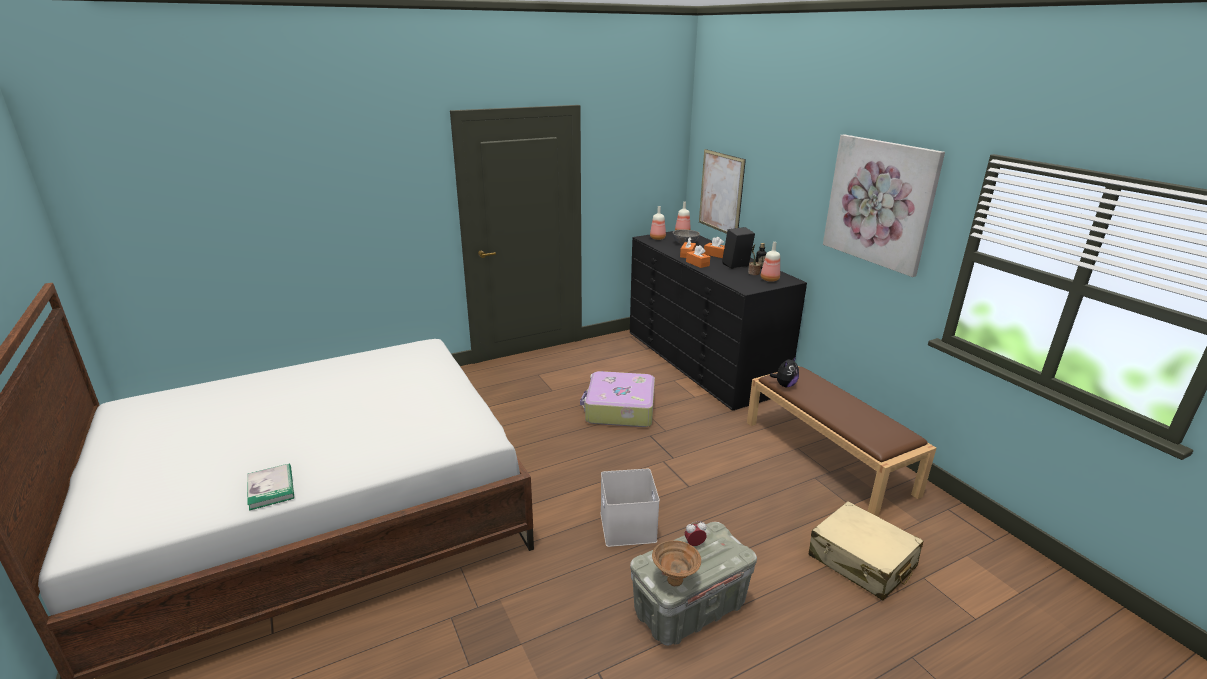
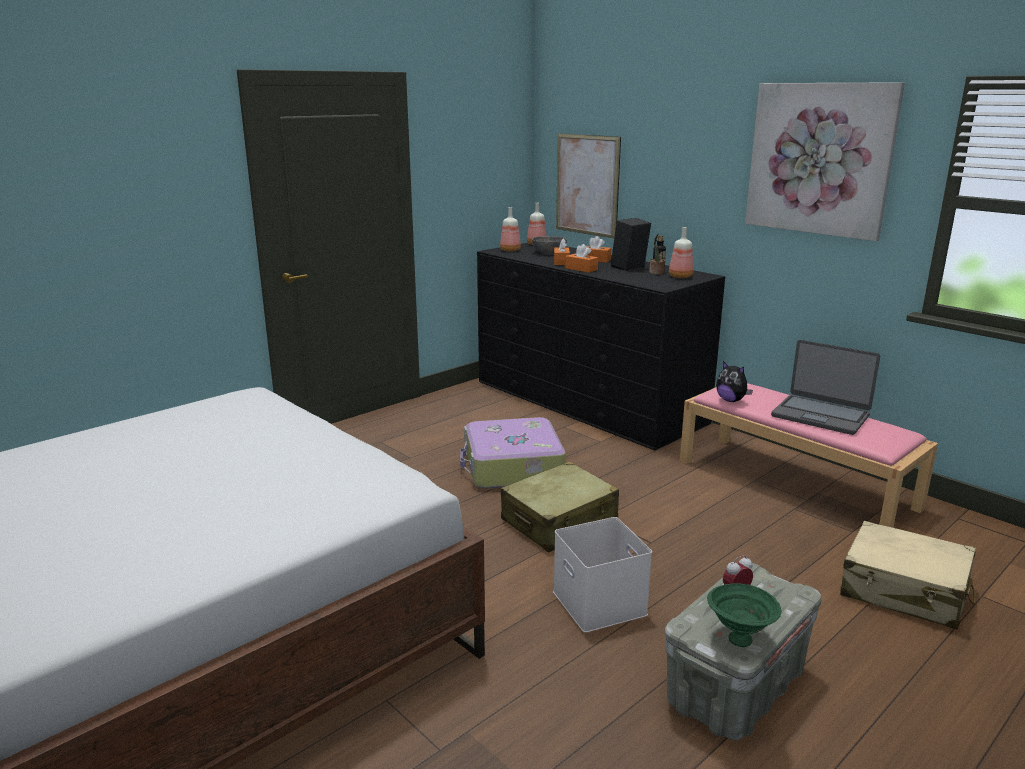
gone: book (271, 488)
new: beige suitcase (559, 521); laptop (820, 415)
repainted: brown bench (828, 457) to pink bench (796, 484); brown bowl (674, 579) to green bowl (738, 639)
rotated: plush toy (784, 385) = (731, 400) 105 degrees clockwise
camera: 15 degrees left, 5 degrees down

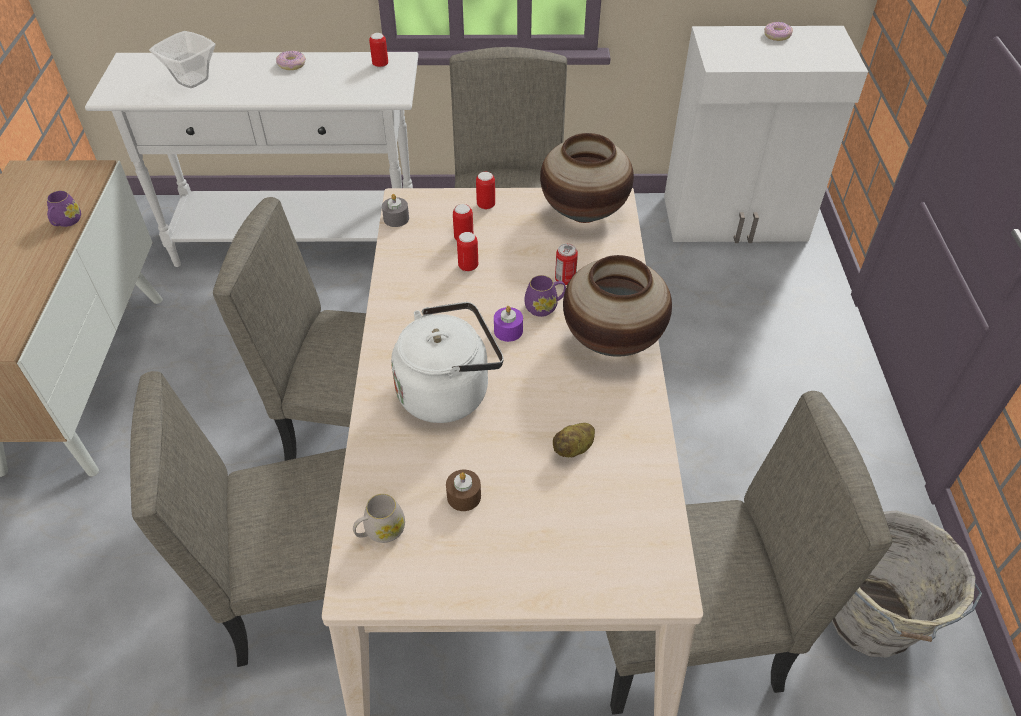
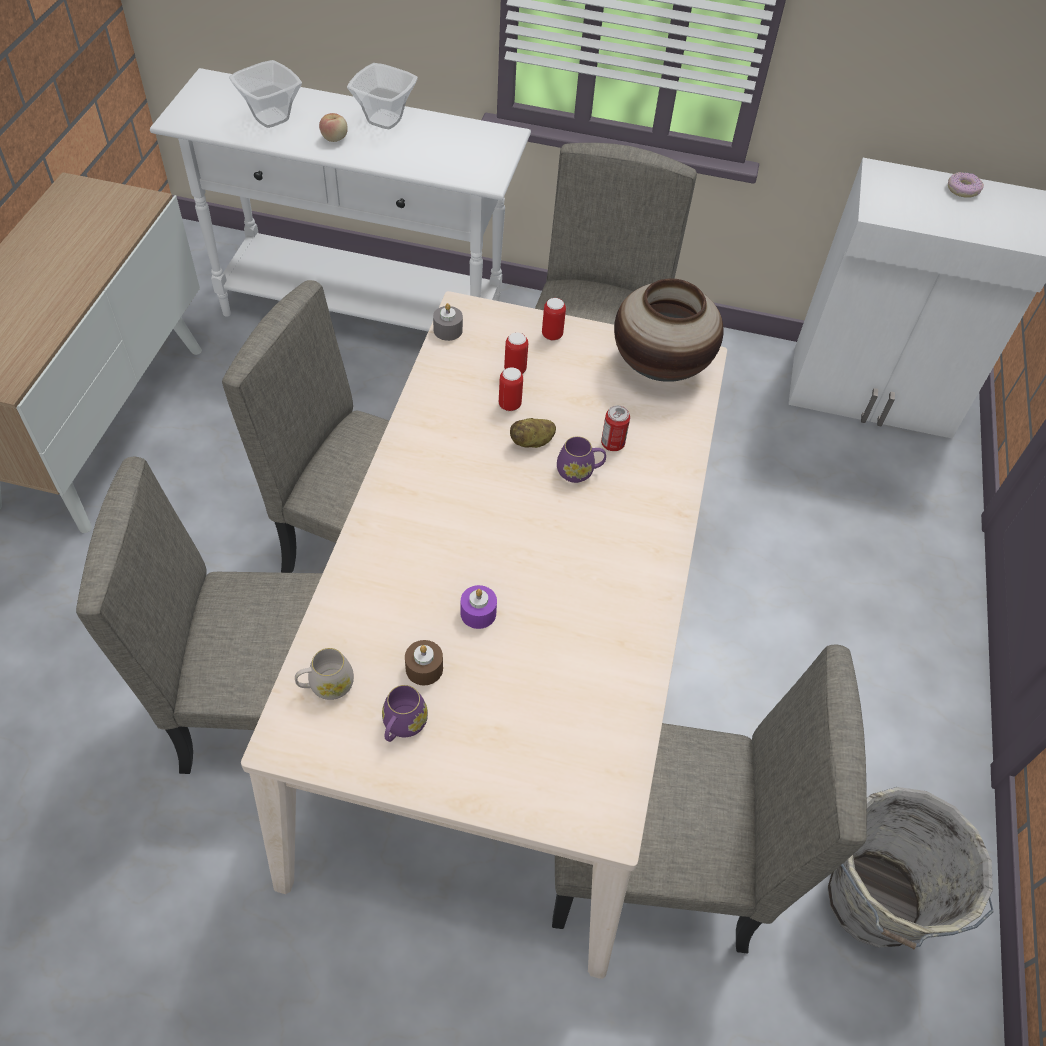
gone: can (380, 64); white kettle (448, 391); vase (612, 340)
new: apple (335, 138)
shifted: purple mug (66, 222) to (402, 725); purple candle (508, 331) to (478, 613); potato (574, 448) to (532, 442)
swapped: donut (292, 64) to bowl (384, 119)
camera: 10 degrees right, 5 degrees up

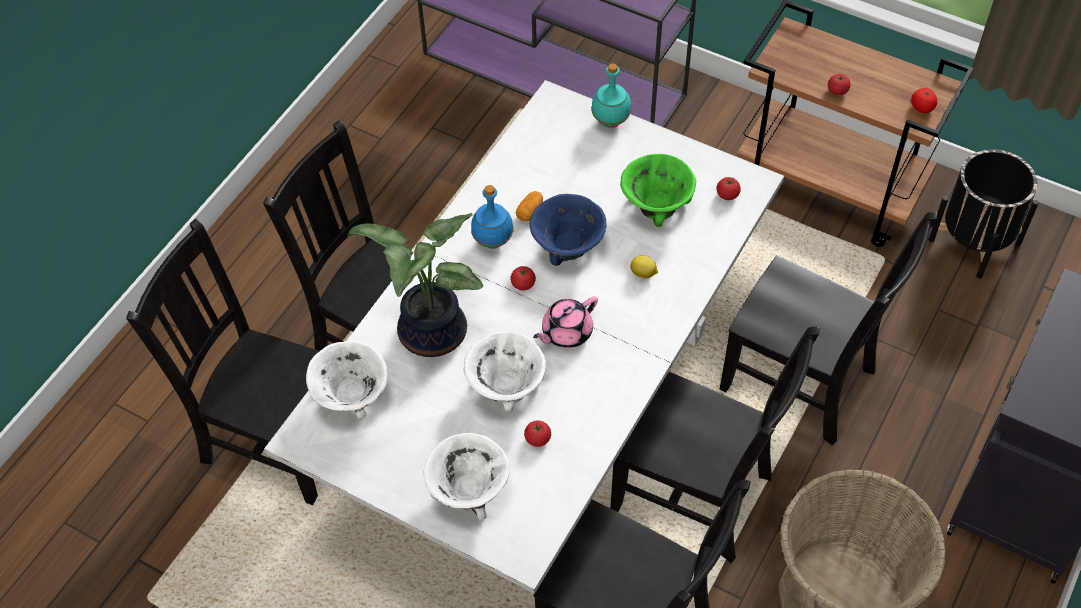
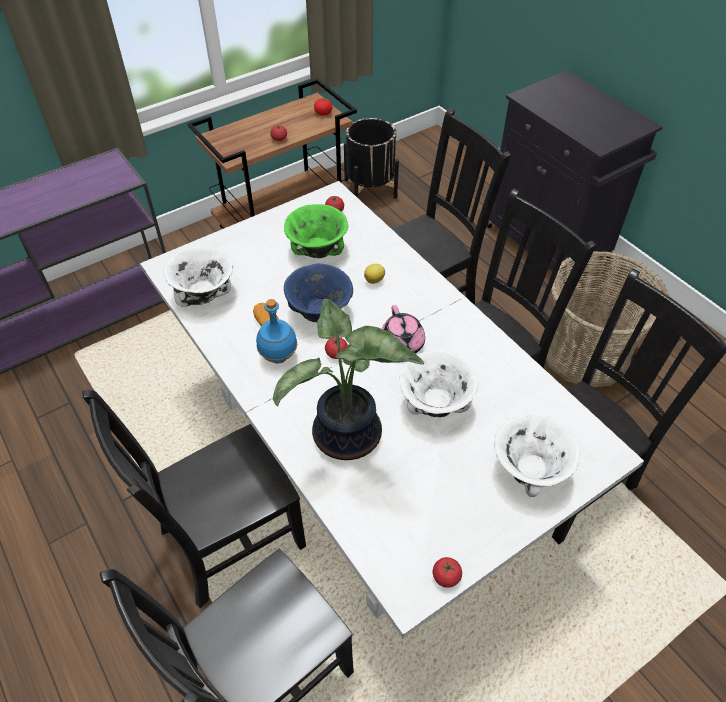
gone: turquoise bottle (610, 121)
shifted: white bowl (350, 397) to (203, 294); tomato (537, 439) to (446, 577)
camera: 65 degrees left, 5 degrees down

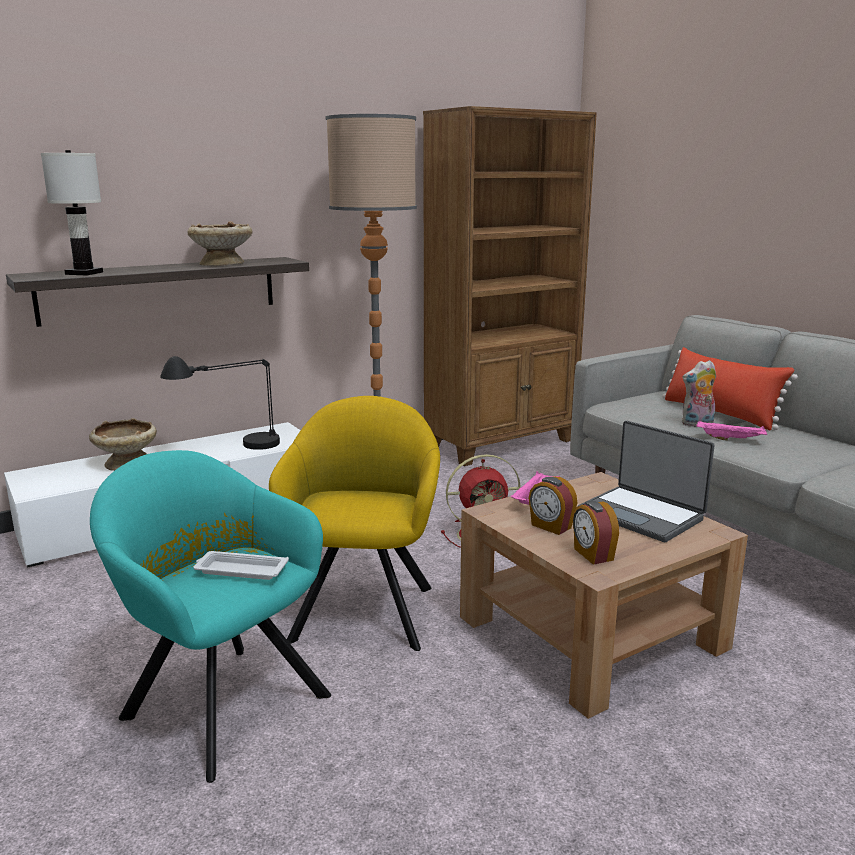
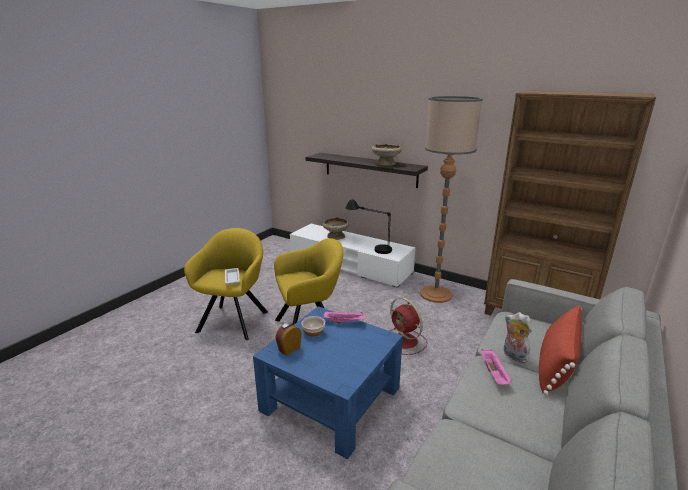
gone: white table lamp (84, 273); laptop (642, 515)
swapped: alarm clock (550, 527) to bowl (313, 332)
repainted: turquoise armchair (220, 701) to yellow armchair (235, 319); brown coffee table (591, 632) to blue coffee table (331, 399)
camera: 65 degrees right, 5 degrees up

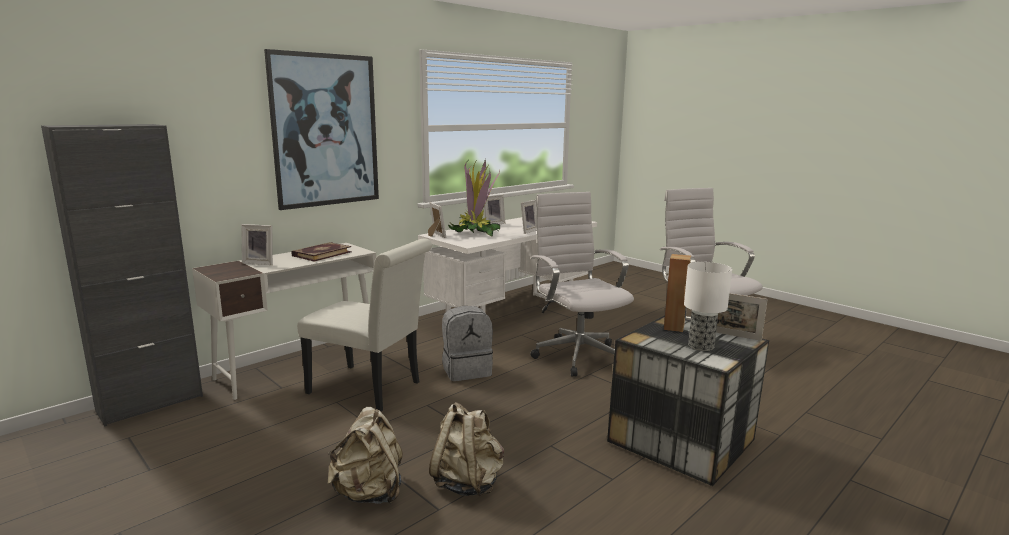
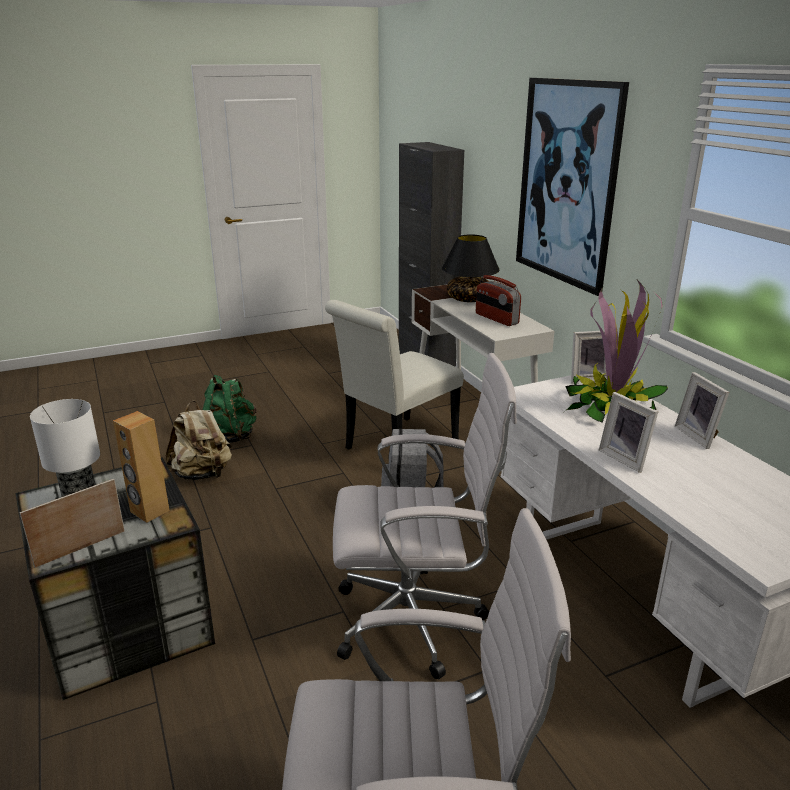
swapped: picture frame (260, 262) to black table lamp (469, 299); book (321, 254) to radio (496, 319)
repainted: beige backpack (369, 493) to green backpack (230, 436)
camera: 110 degrees right, 10 degrees up

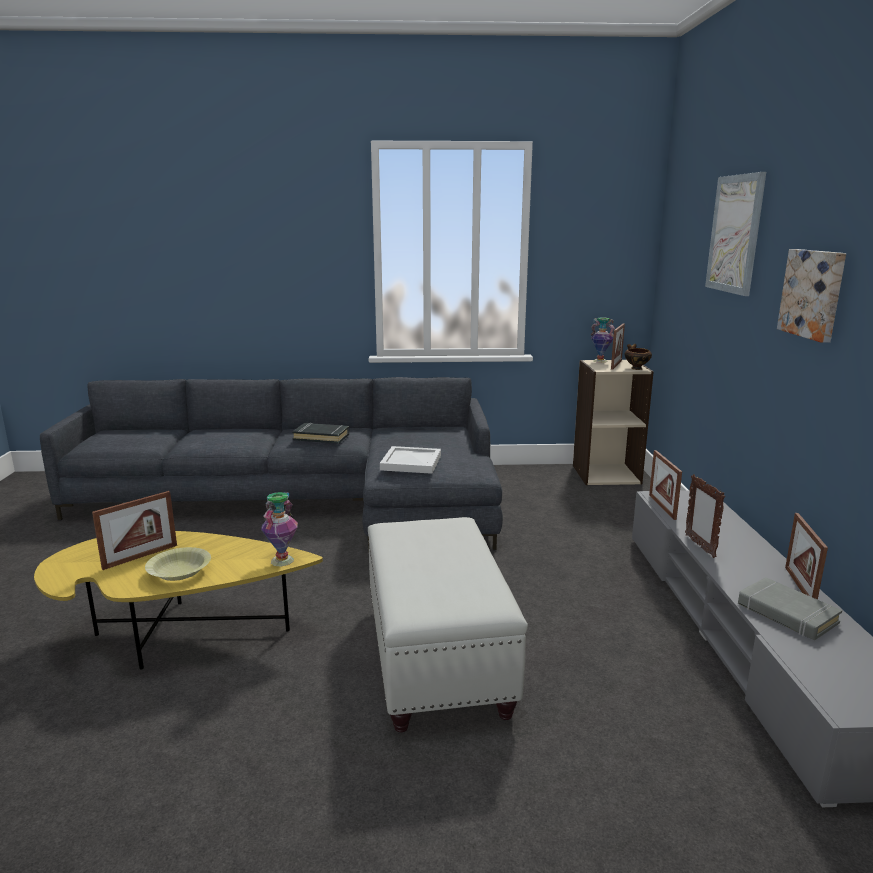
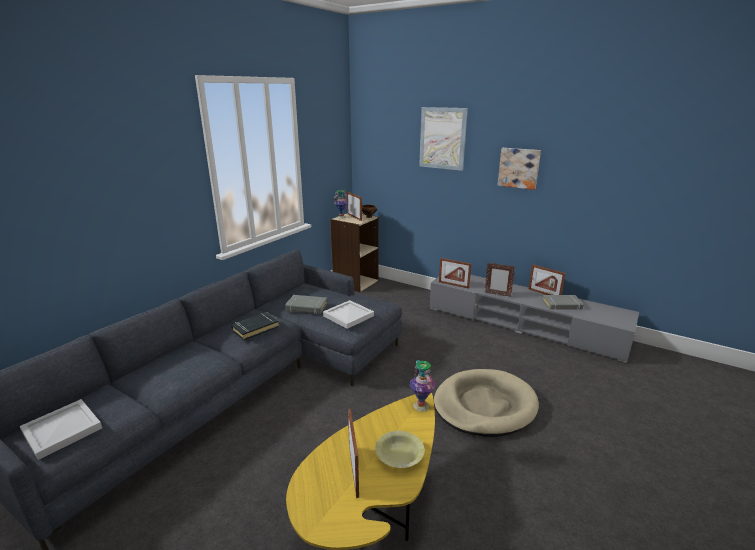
new: white tray (63, 429); grey book (306, 307)
swapped: white ottoman (436, 656) to beige dog bed (484, 405)
camera: 55 degrees left, 5 degrees up

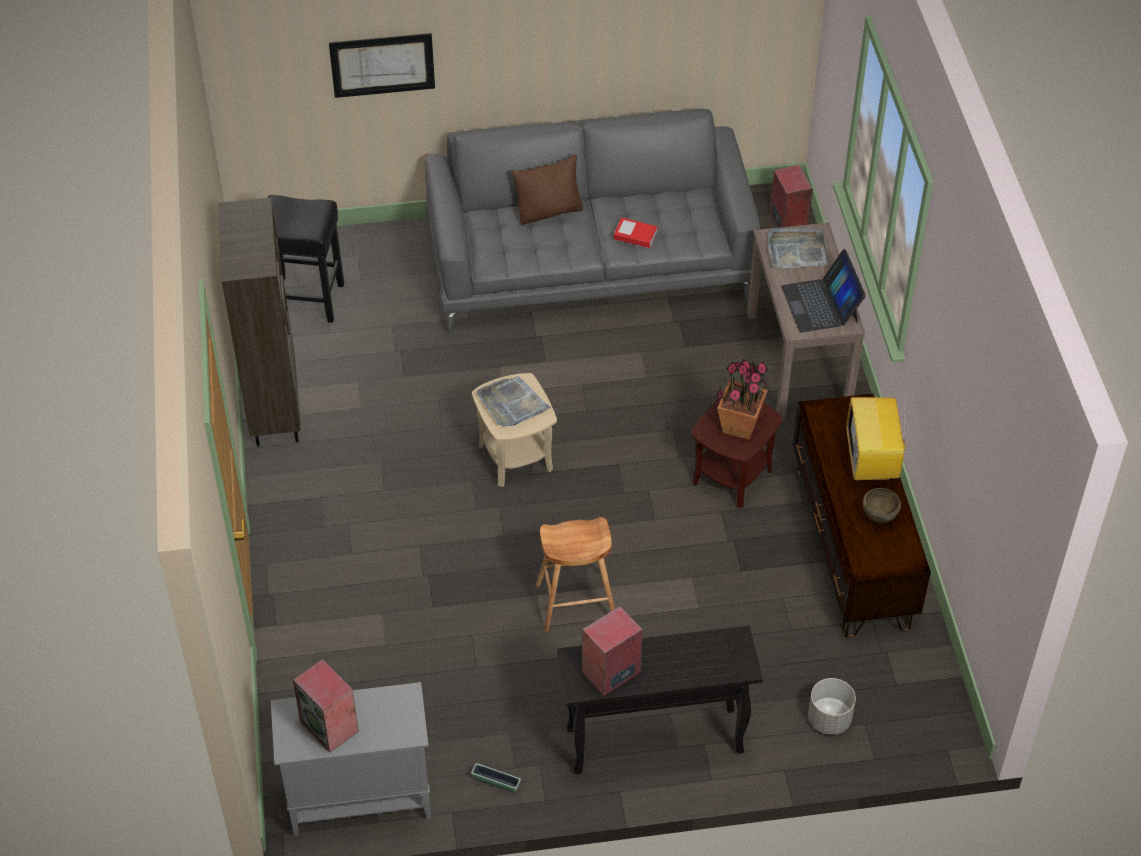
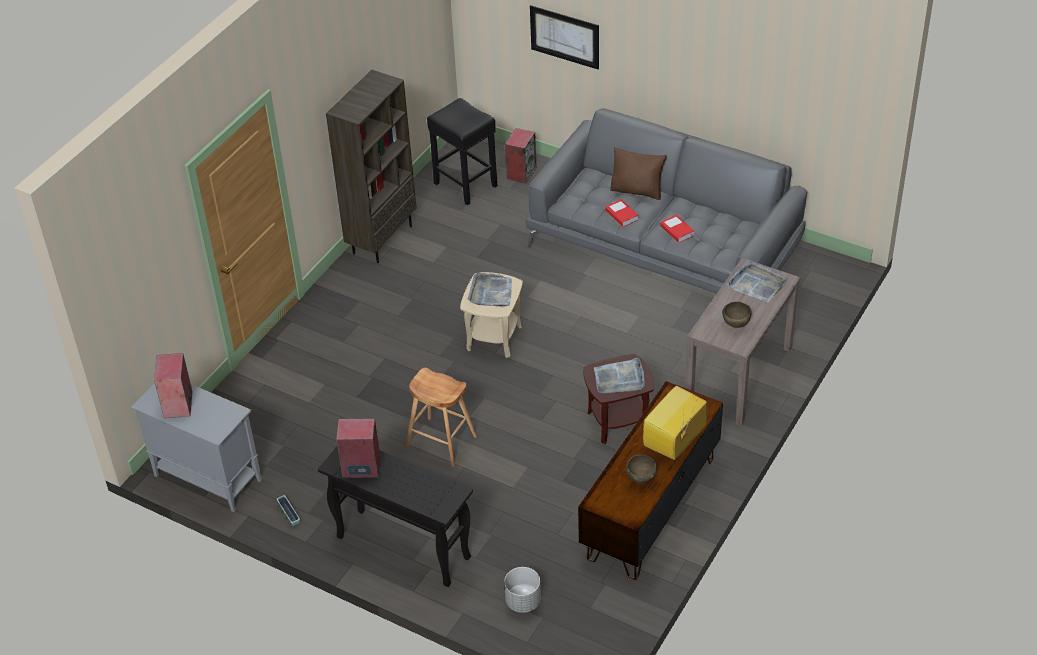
new: book (621, 215)
shifted: speaker (787, 221) to (521, 172)
swapped: potted plant (740, 426) to grey tray (619, 379); laptop (820, 304) to brown bowl (736, 325)
camera: 40 degrees right, 5 degrees down

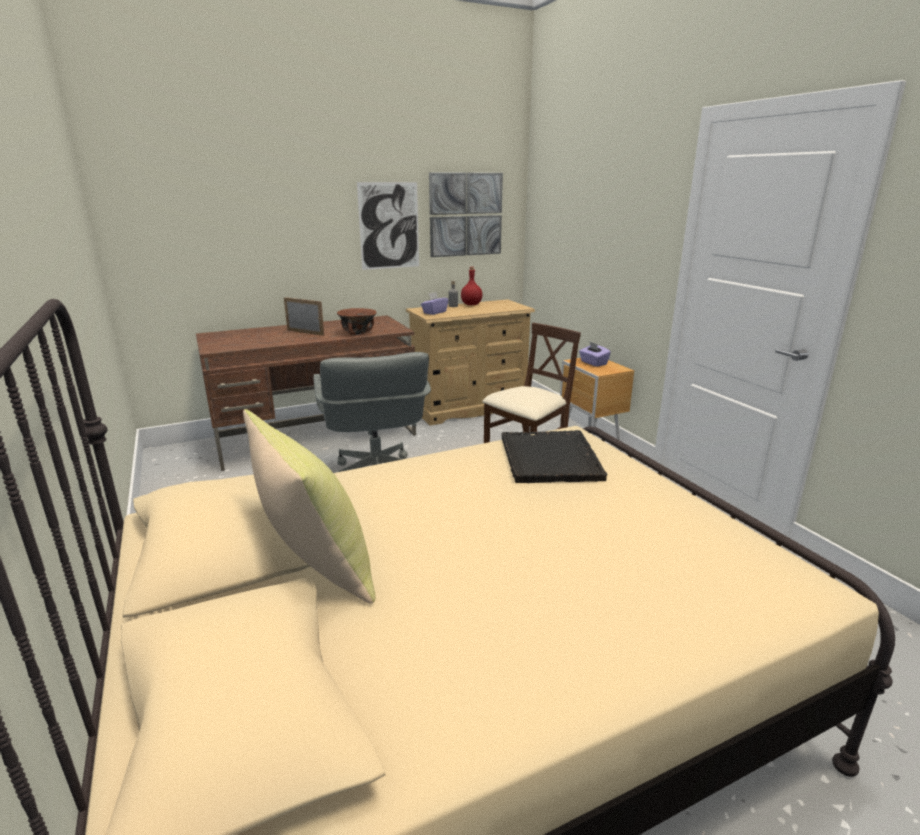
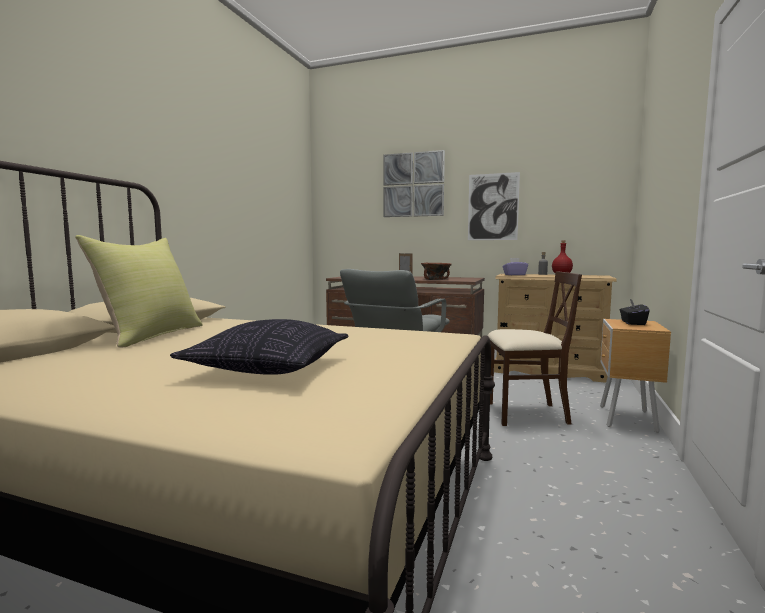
gone: black tray (550, 459)
new: pillow (270, 368)
shifted: picture (465, 214) to (413, 185)
repainted: purple tissue box (593, 363) to black tissue box (632, 323)
camera: 45 degrees right, 15 degrees down

